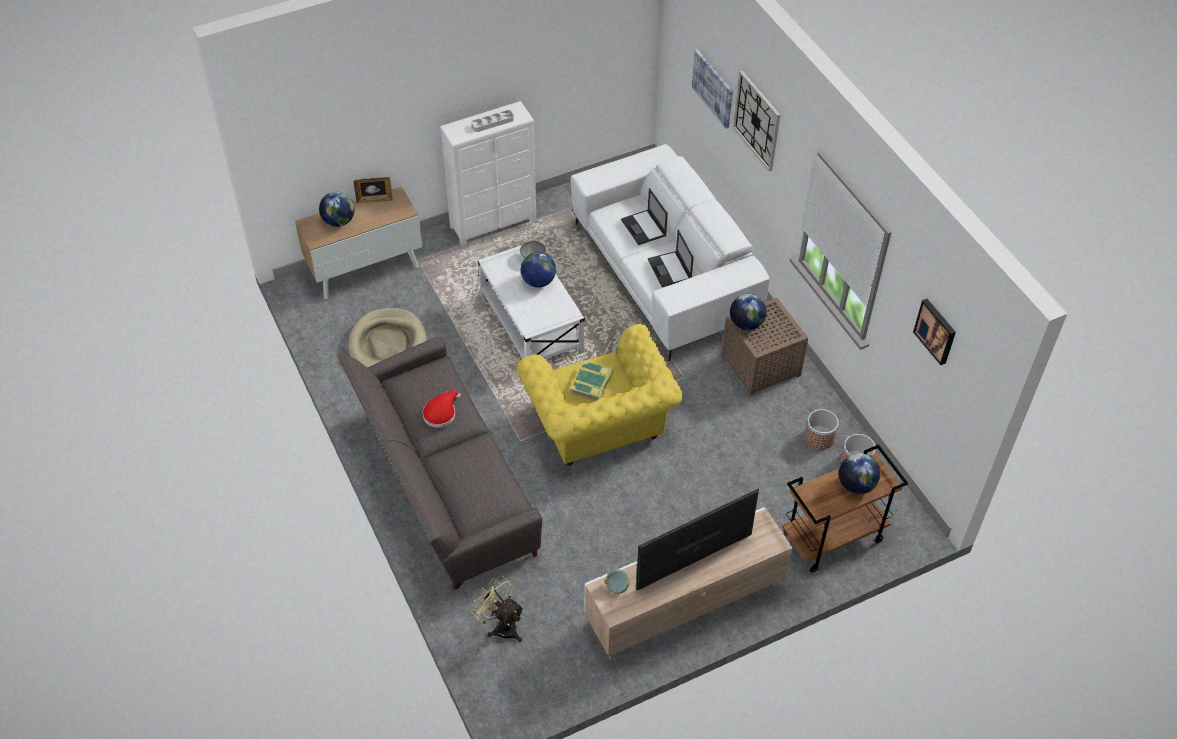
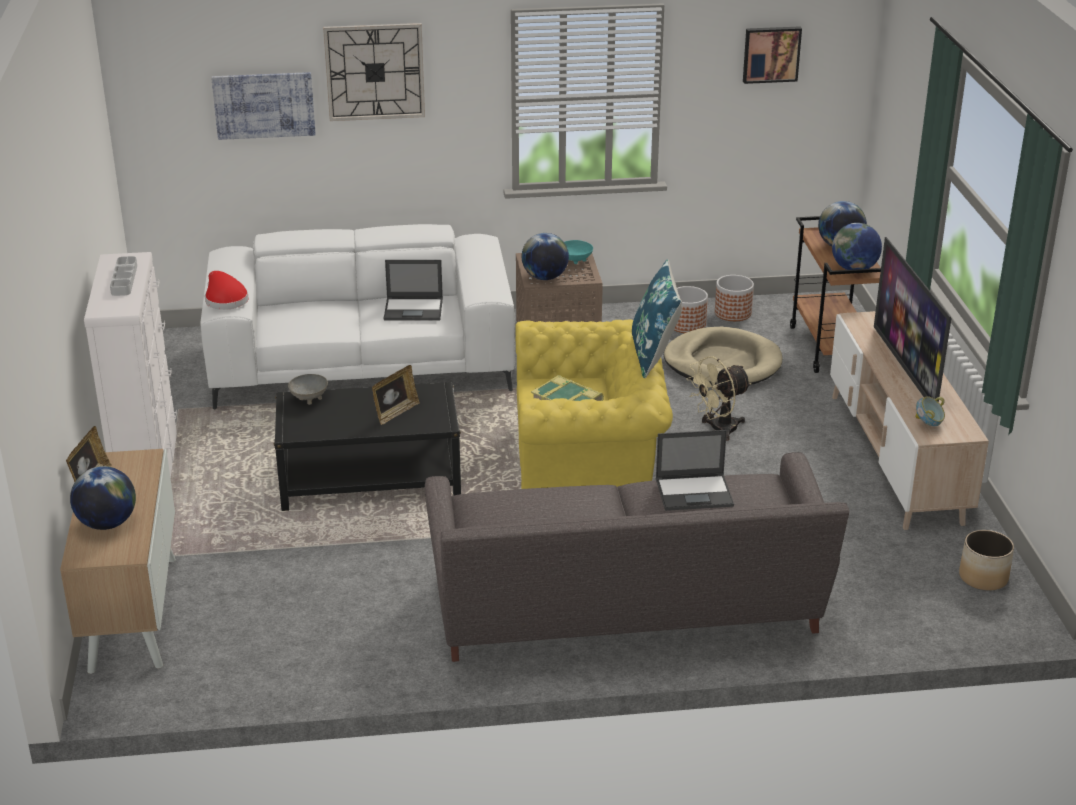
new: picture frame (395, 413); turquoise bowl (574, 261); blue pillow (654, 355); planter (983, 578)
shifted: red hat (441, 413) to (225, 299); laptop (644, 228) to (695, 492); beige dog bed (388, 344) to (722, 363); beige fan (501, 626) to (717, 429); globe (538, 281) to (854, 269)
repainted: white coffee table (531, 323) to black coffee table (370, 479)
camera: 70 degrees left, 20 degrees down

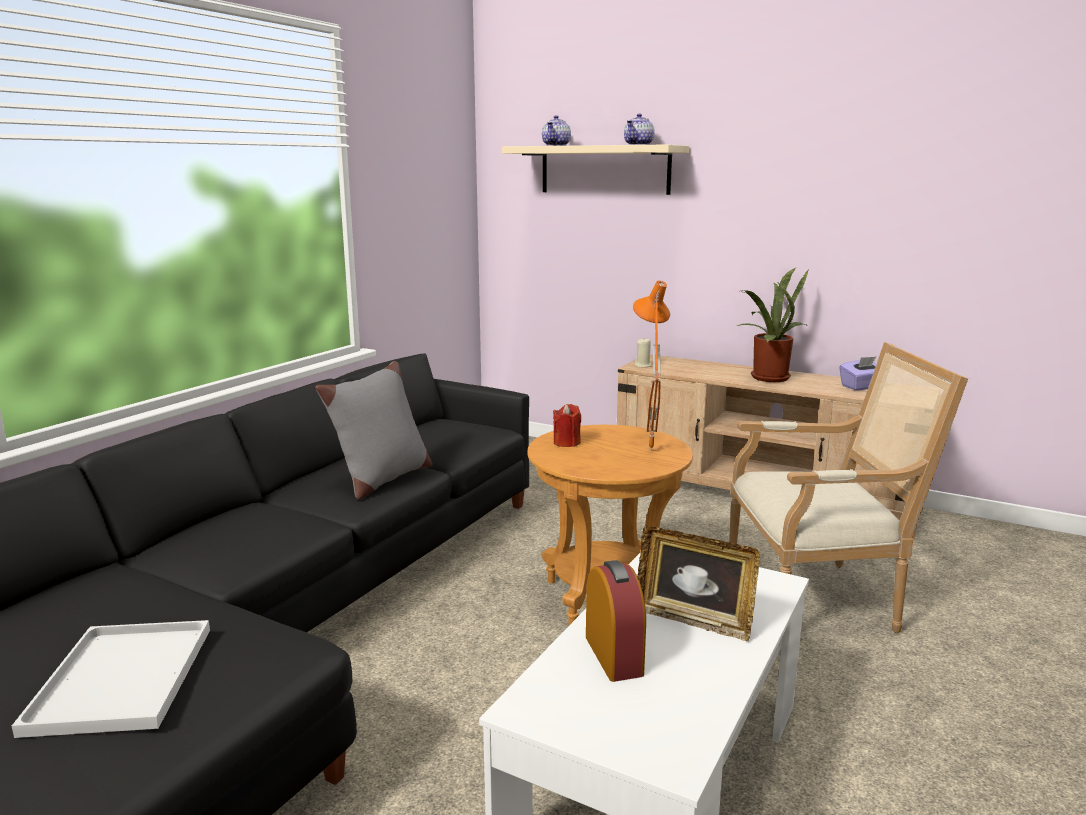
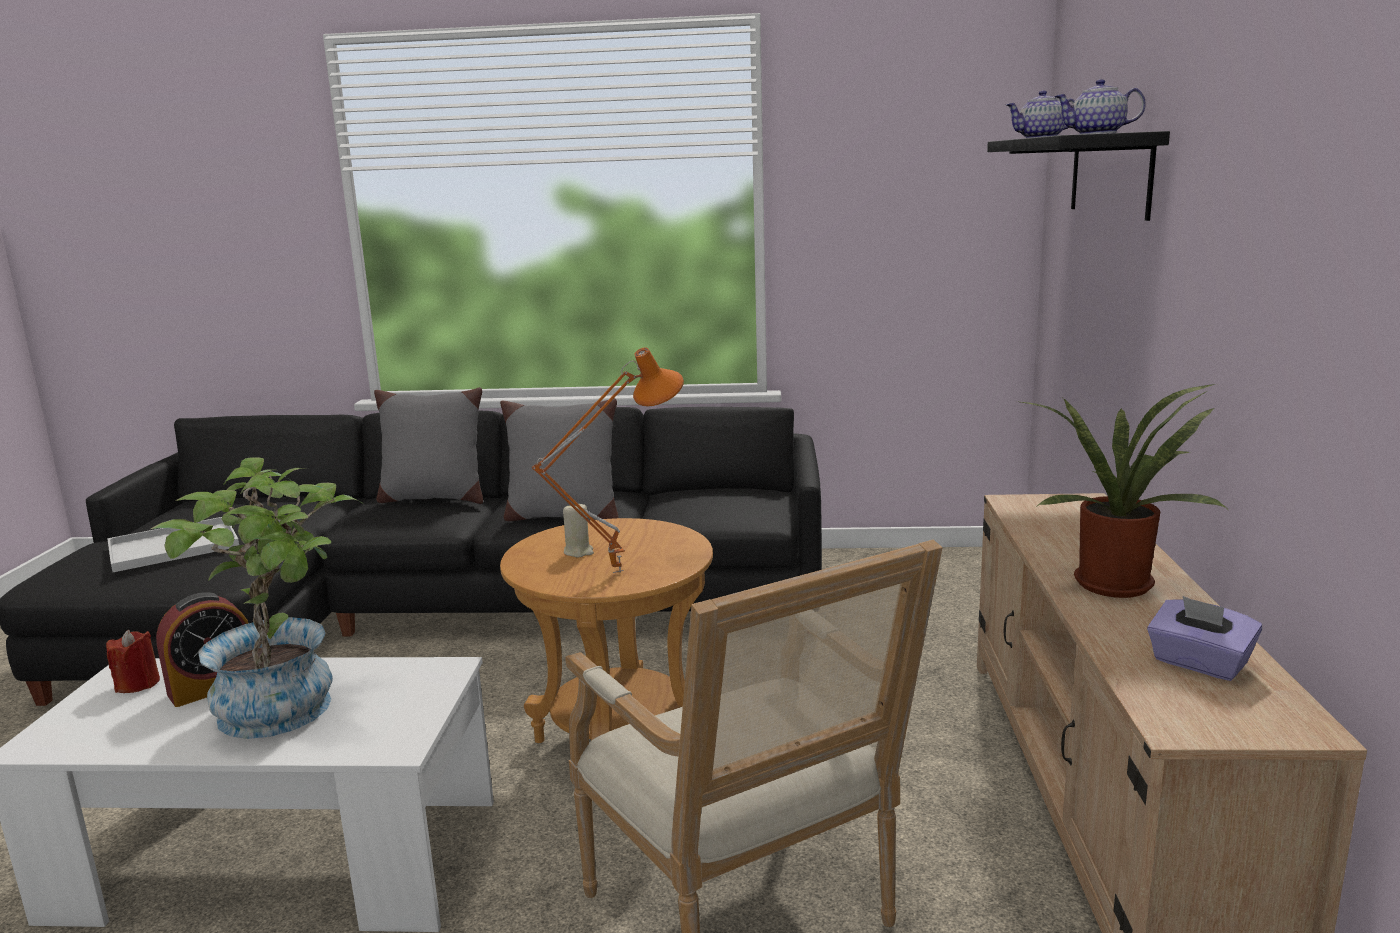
new: grey pillow (433, 498)
shifted: red candle (567, 443) to (138, 684); beige candle (643, 366) to (578, 552)
swapped: picture frame (693, 620) to potted plant (290, 711)
repainted: beige shelf (604, 170) to black shelf (1110, 175)
camera: 65 degrees right, 0 degrees up

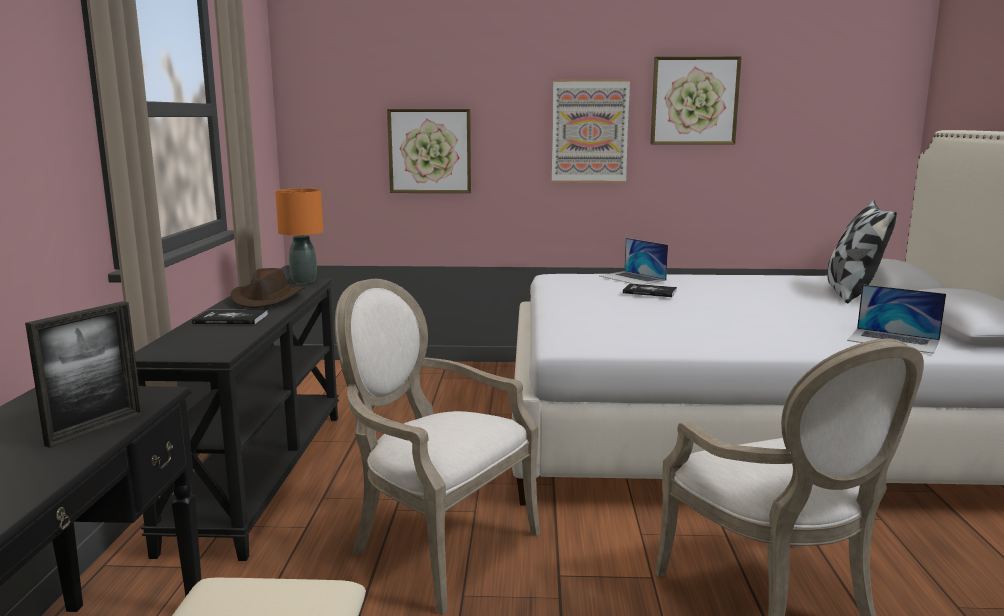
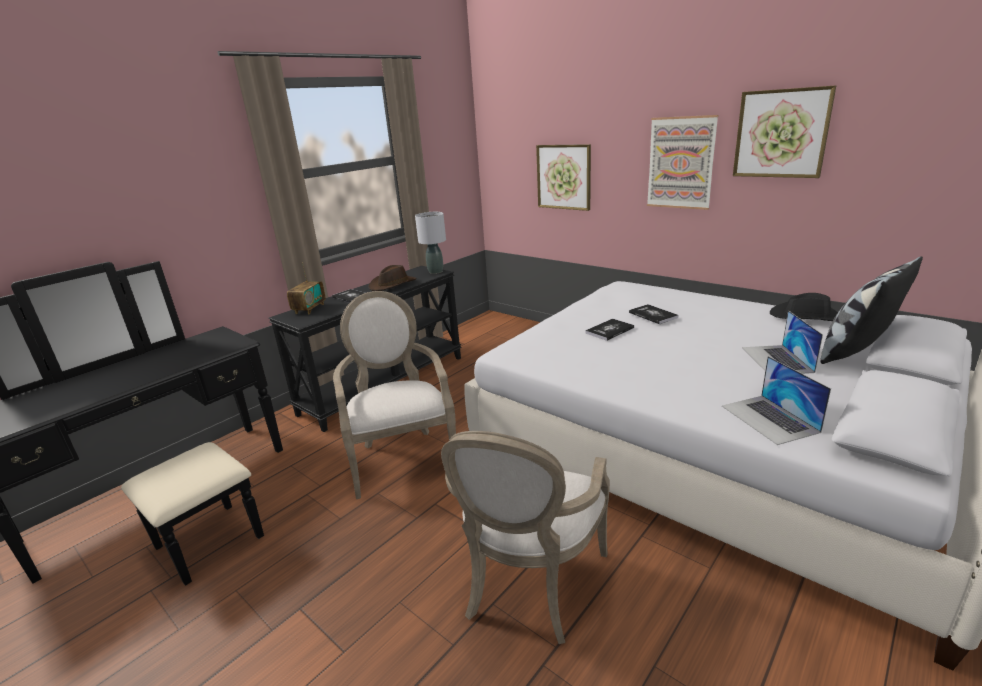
gone: picture frame (95, 429)
new: radio (309, 309); book (609, 330); black hat (805, 316)
shifted: laptop (632, 278) to (777, 359)
repainted: orange table lamp (303, 281) to grey table lamp (435, 271)
camera: 40 degrees right, 10 degrees up

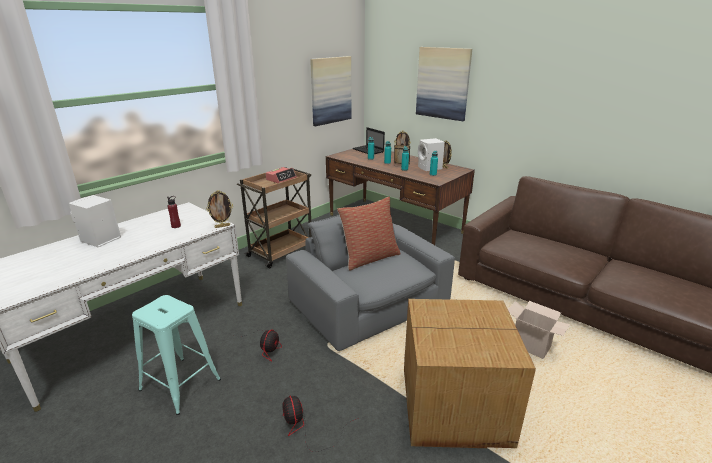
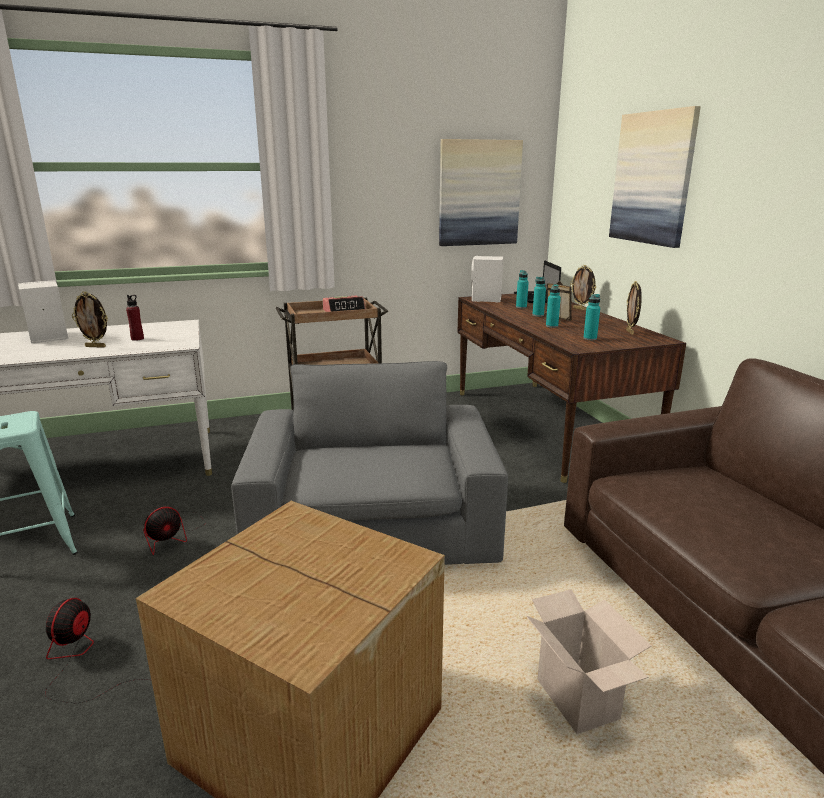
gone: pillow (369, 258)
shifted: picture frame (222, 226) to (96, 346); white speaker (430, 168) to (486, 299)
camera: 30 degrees right, 5 degrees down

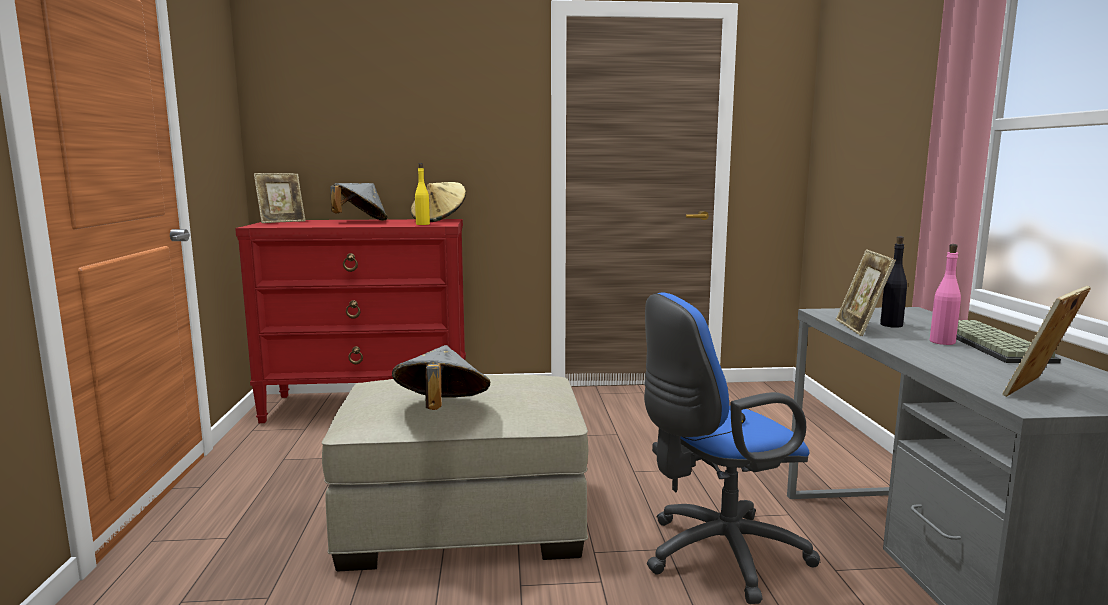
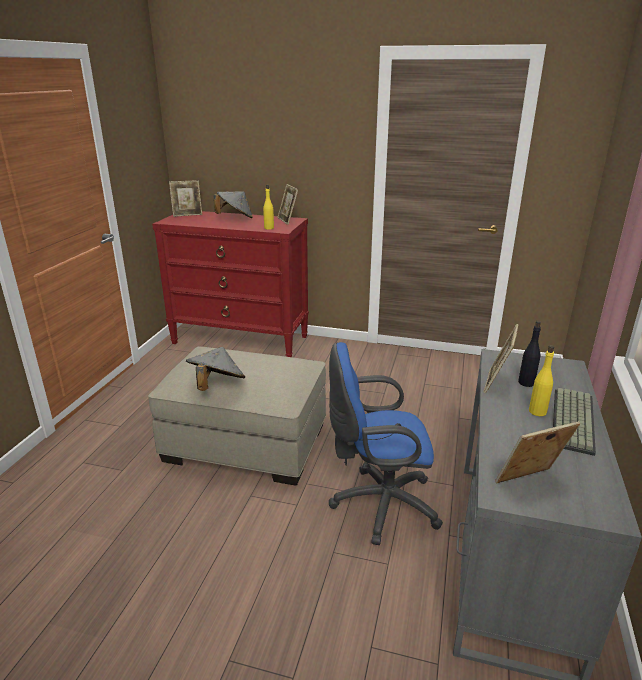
swapped: beige hat (439, 220) to picture frame (288, 221)
repainted: pink bottle (942, 342) to yellow bottle (537, 411)
camera: 20 degrees right, 15 degrees up

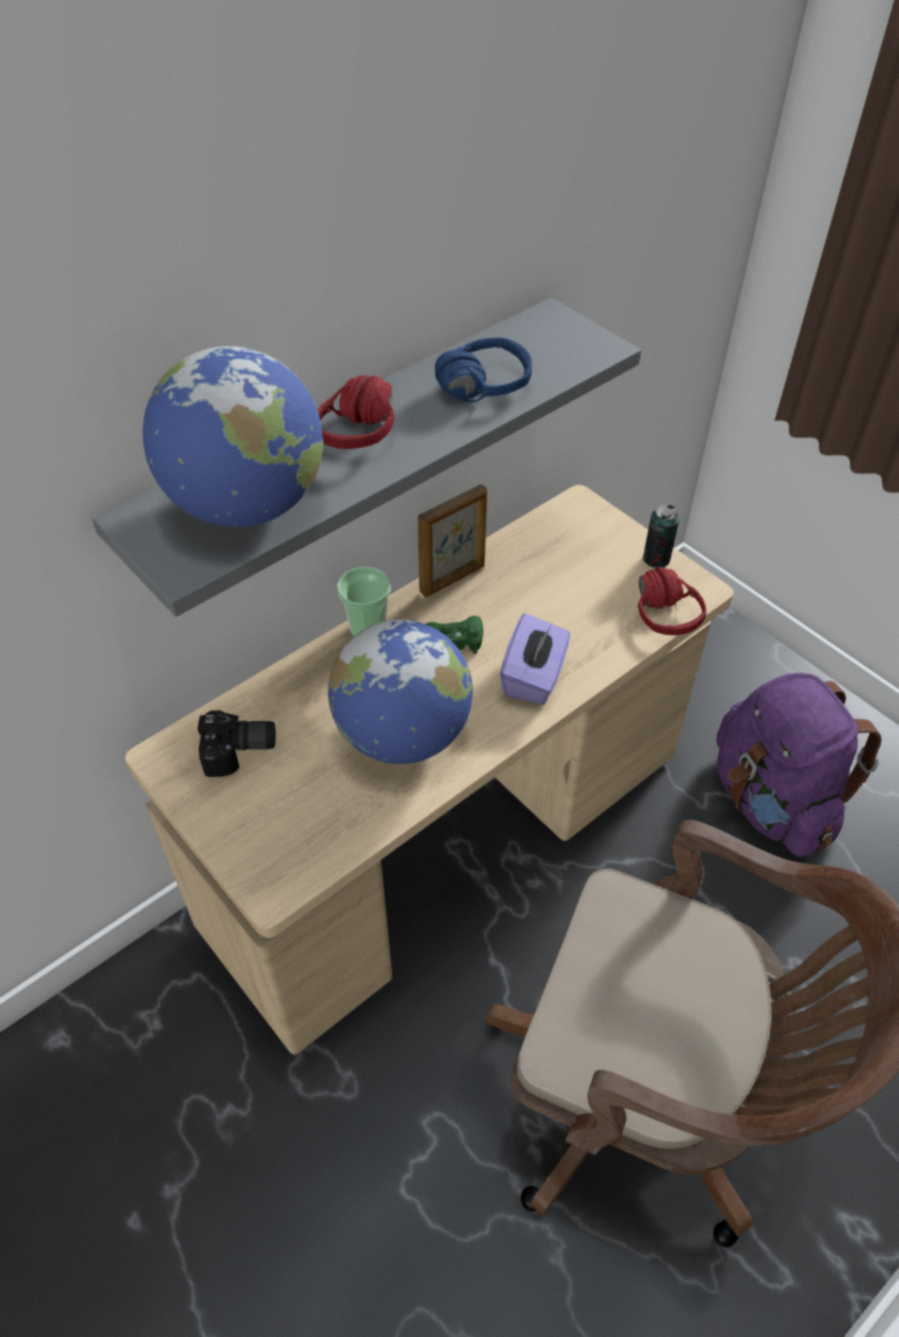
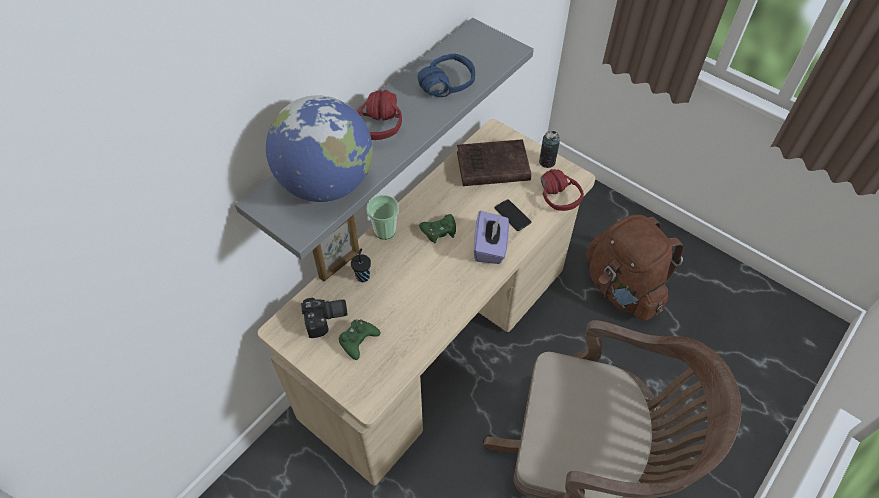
gone: globe (403, 735)
new: green game controller (358, 340); black cup (363, 276); brown book (490, 167); phone (512, 215)
shifted: picture frame (453, 579) to (340, 265)
repainted: purple backpack (772, 801) to brown backpack (623, 288)
camera: 10 degrees left, 5 degrees up

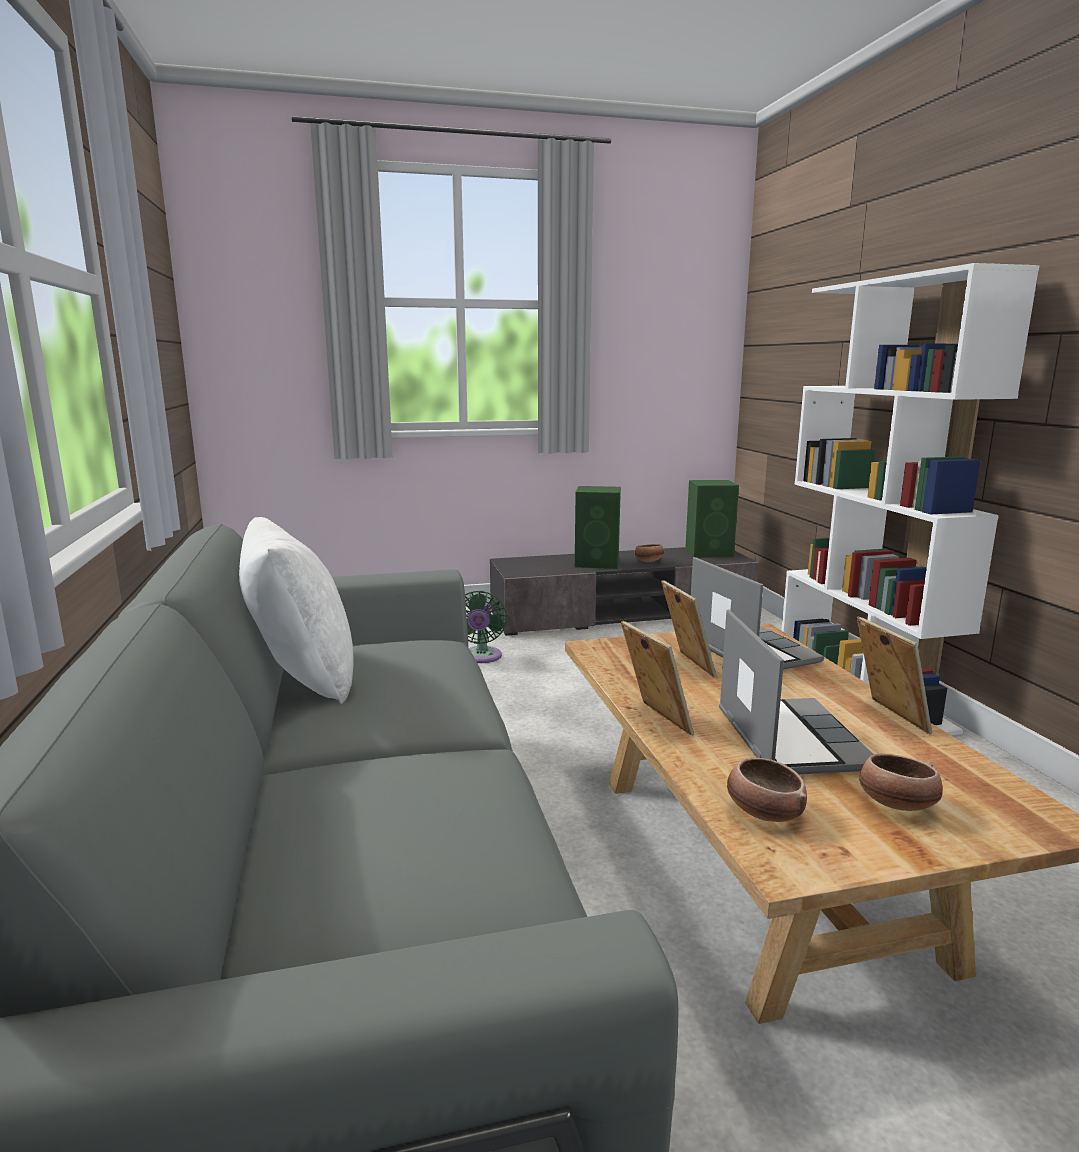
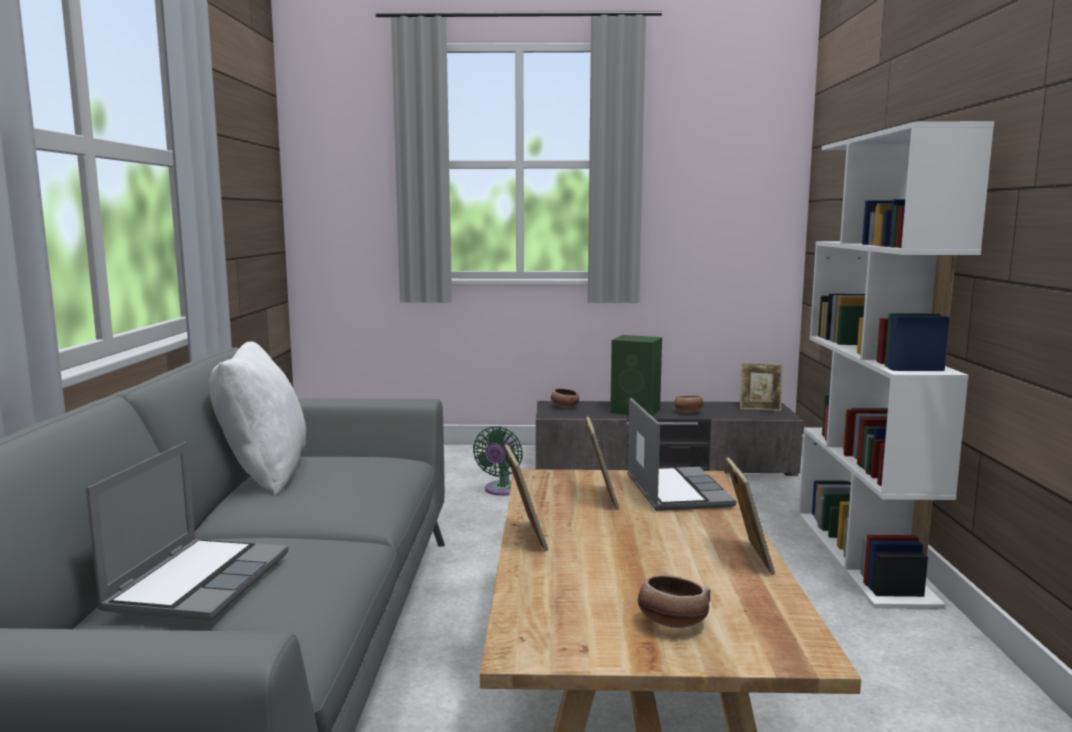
shifted: laptop (789, 738) to (199, 581); bowl (763, 812) to (564, 407)
swapped: green speaker (710, 553) to picture frame (760, 408)
camera: 15 degrees right, 5 degrees down

